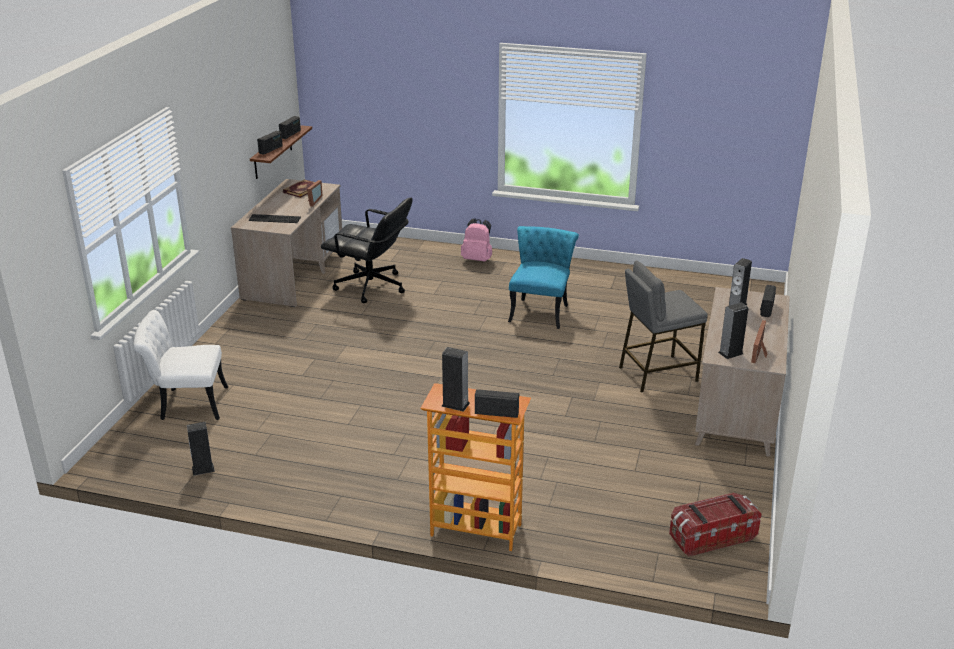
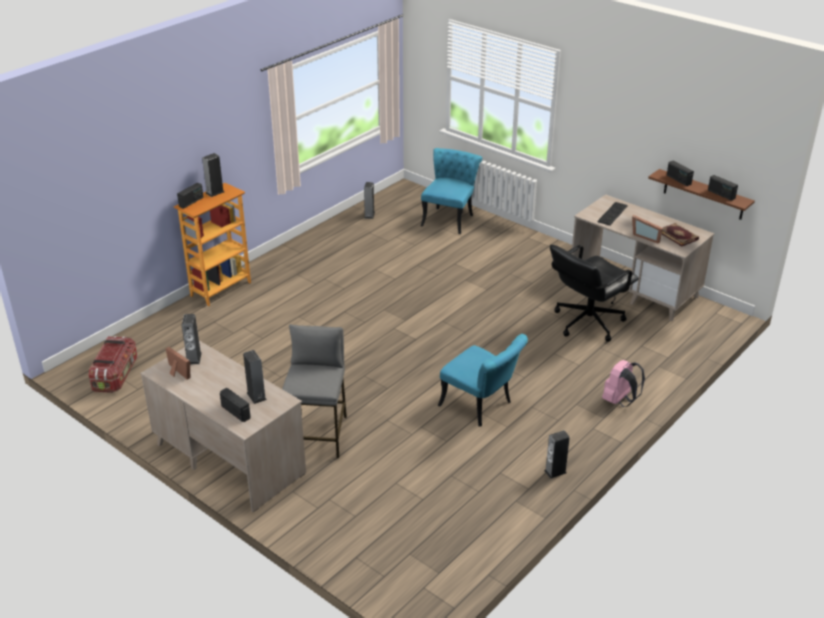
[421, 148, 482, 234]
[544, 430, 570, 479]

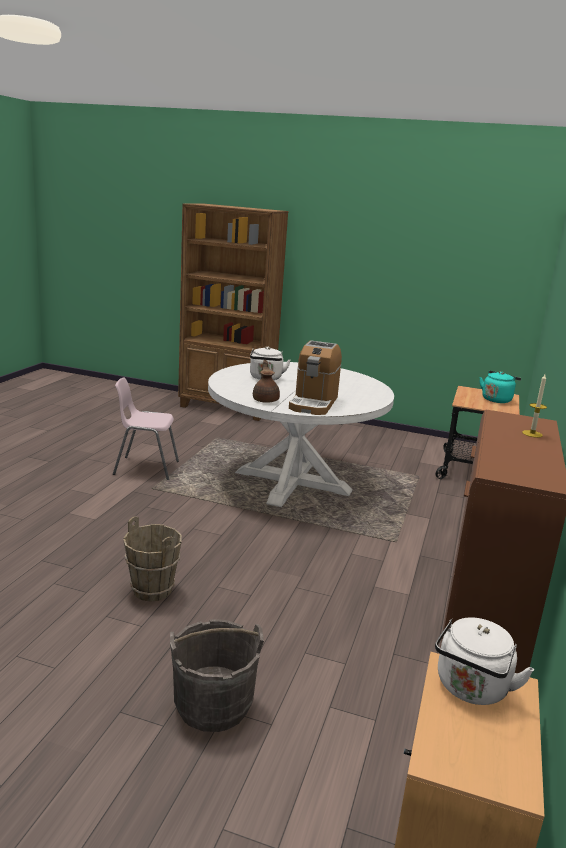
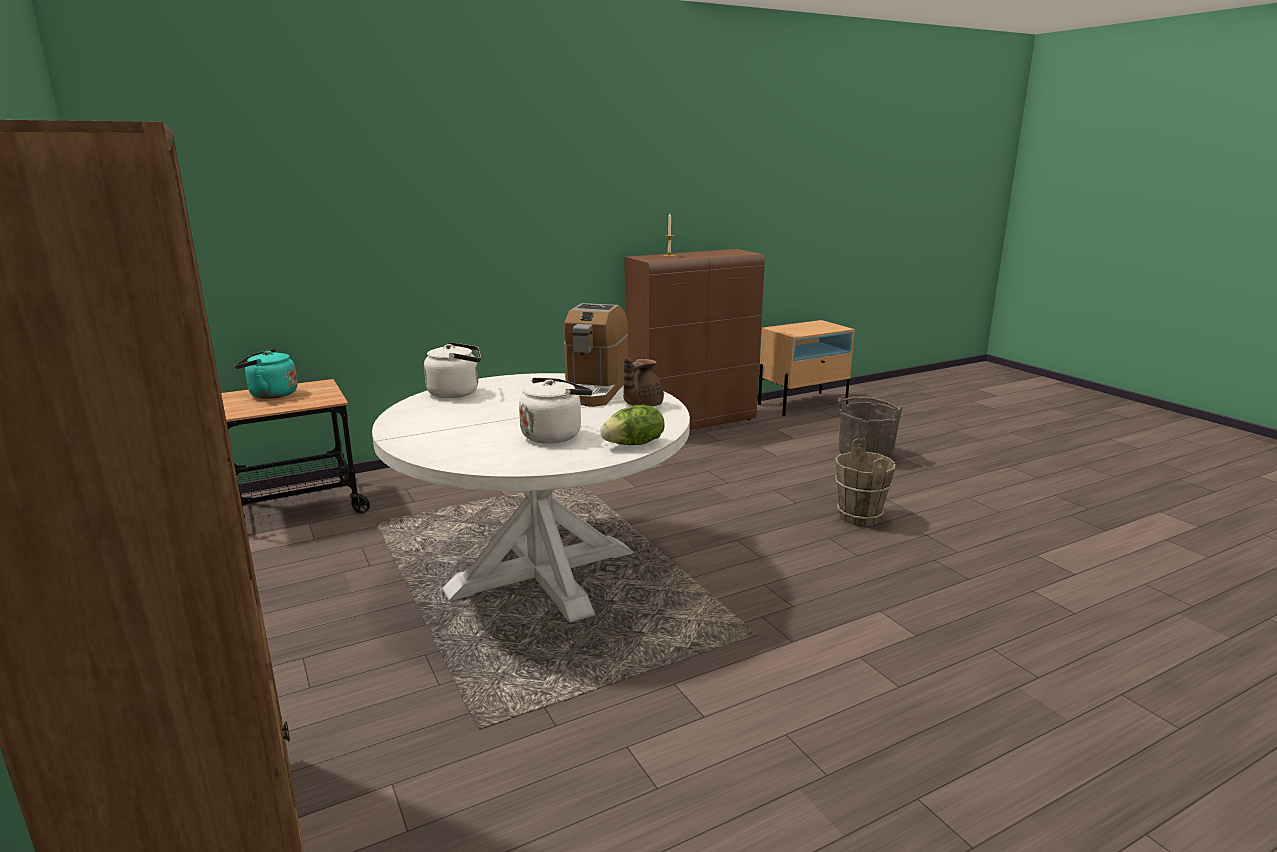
[424, 342, 481, 398]
[564, 303, 628, 407]
[600, 405, 665, 445]
[113, 377, 179, 480] (first image)

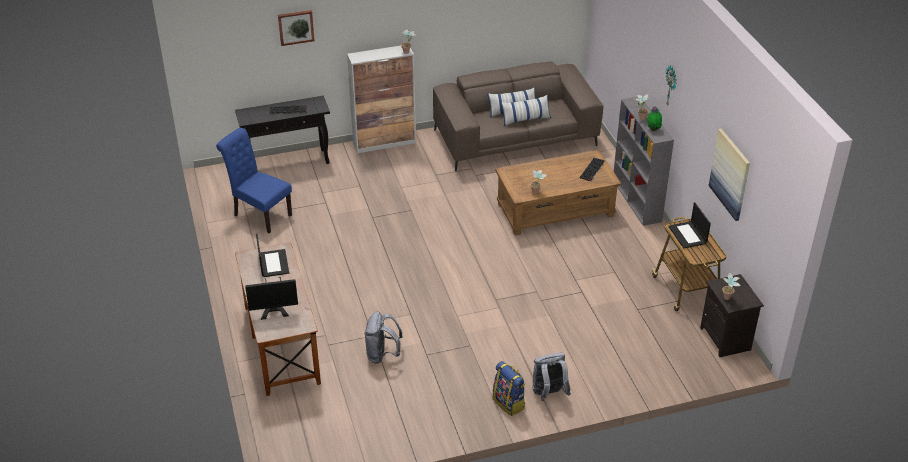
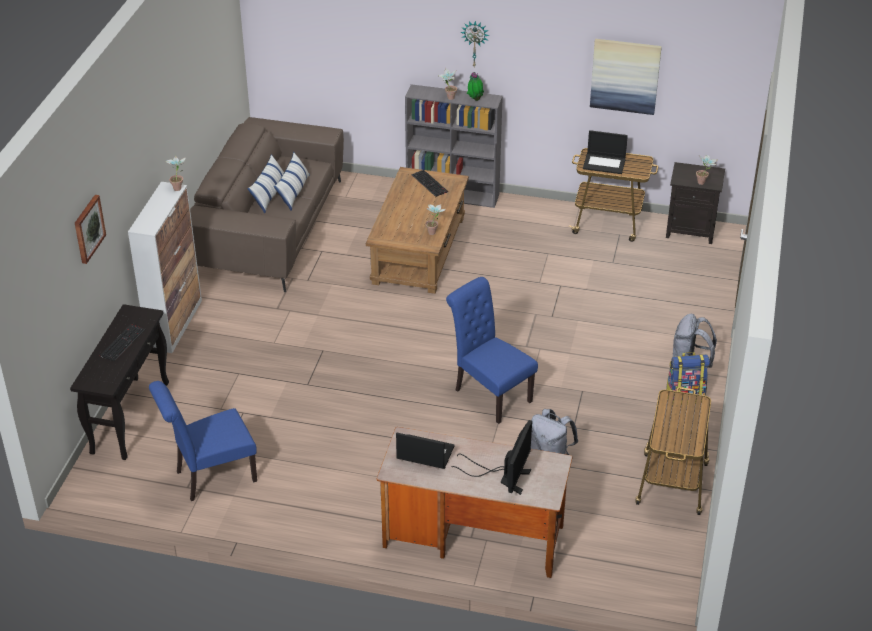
[446, 277, 538, 424]
[635, 387, 711, 515]

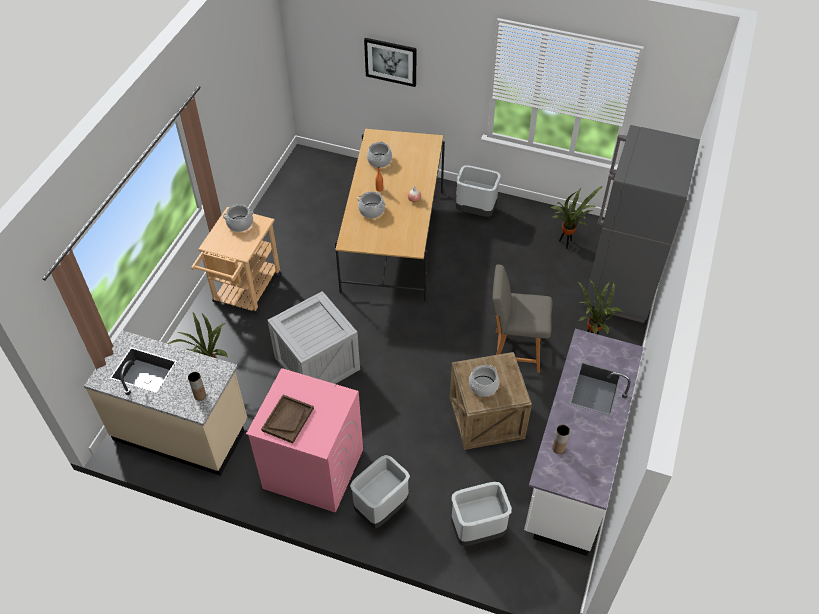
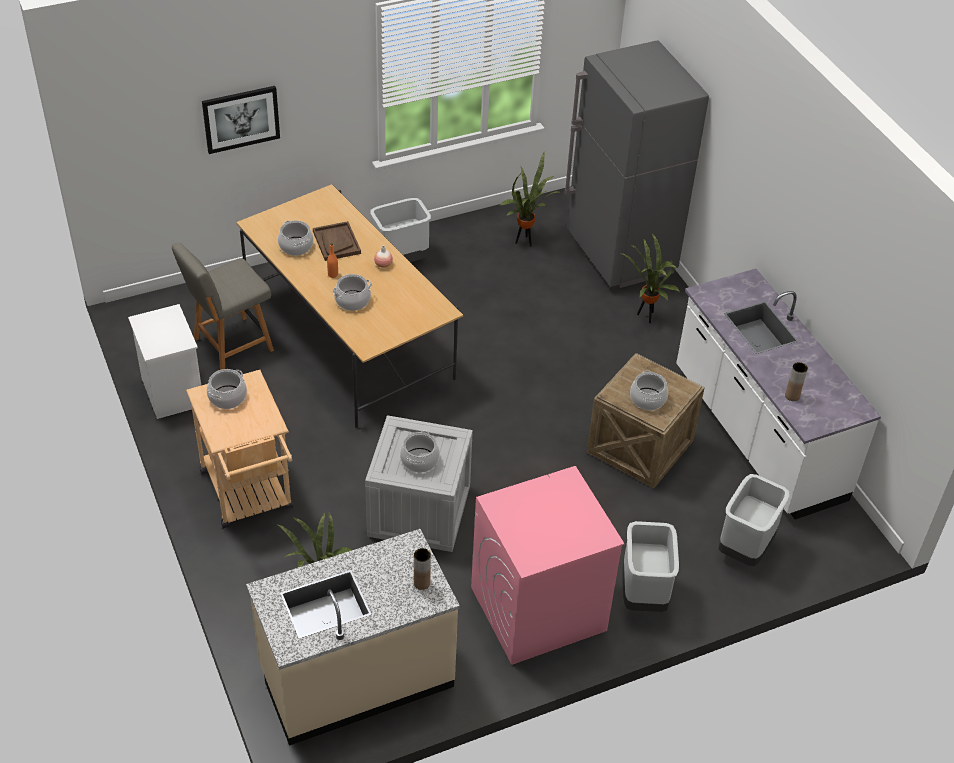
[128, 304, 201, 419]
[172, 243, 274, 370]
[313, 221, 361, 261]
[400, 431, 440, 473]

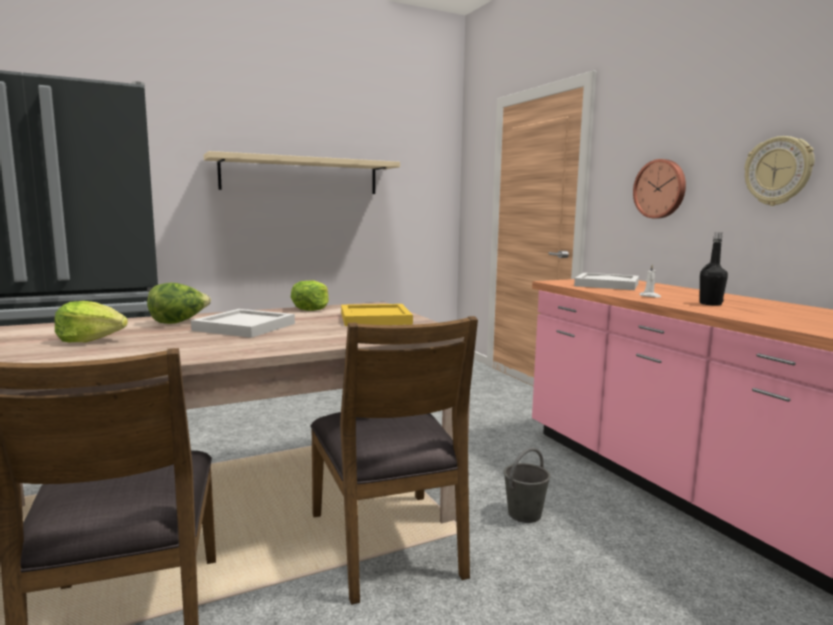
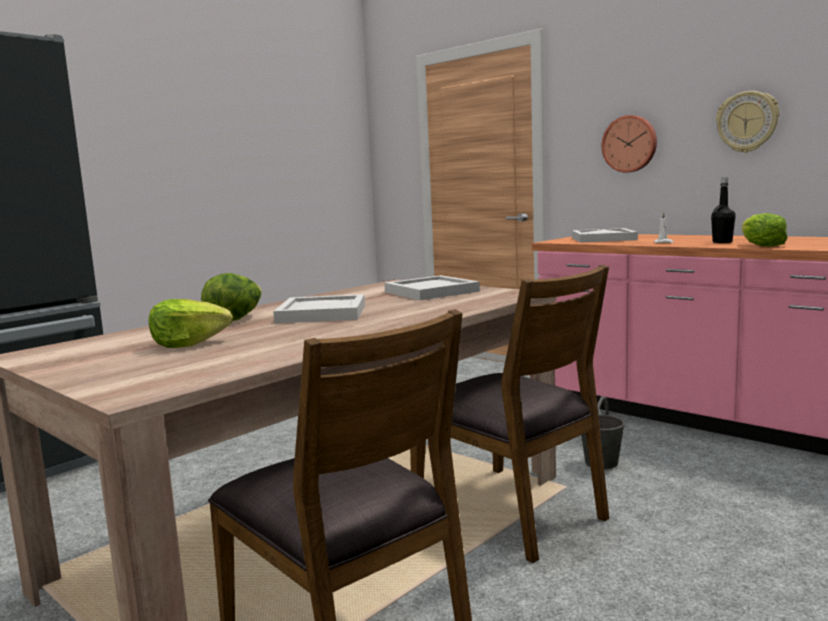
[384, 275, 480, 300]
[742, 213, 788, 247]
[204, 151, 400, 194] (first image)

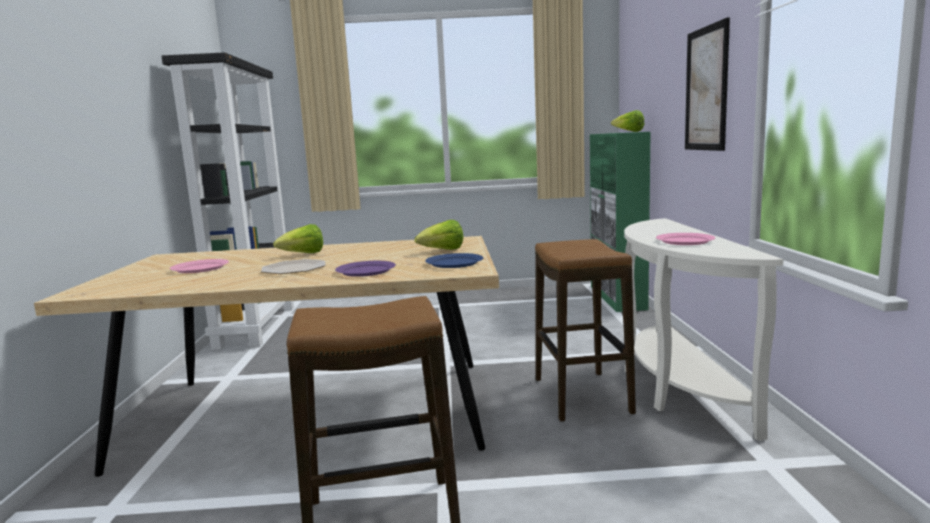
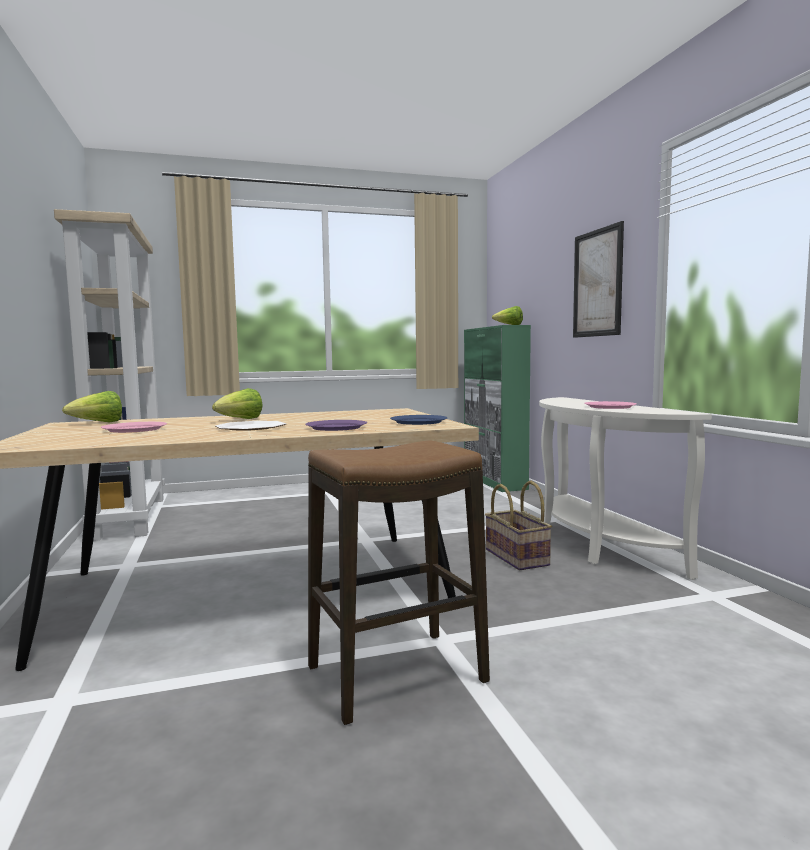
[54, 209, 165, 541]
[62, 391, 122, 422]
[485, 481, 552, 570]

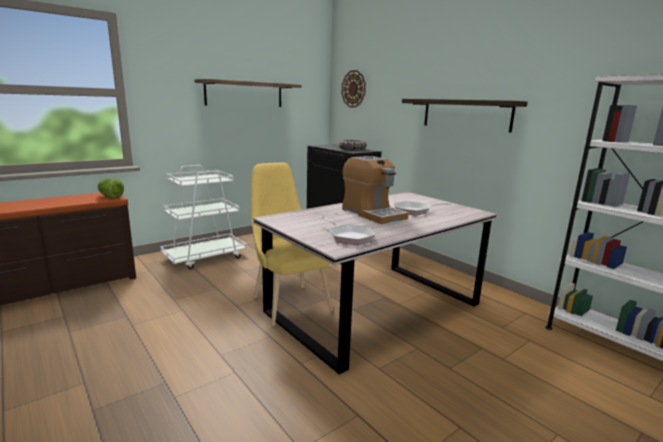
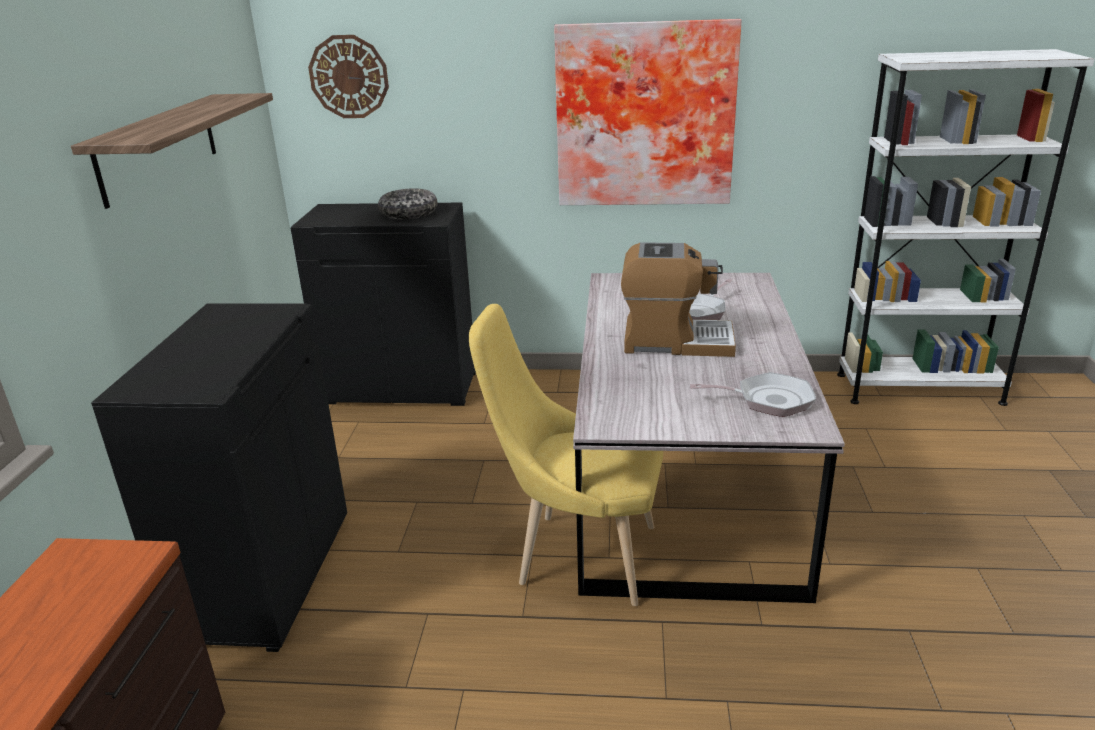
[91, 304, 347, 652]
[554, 19, 742, 205]
[97, 178, 124, 199] (first image)

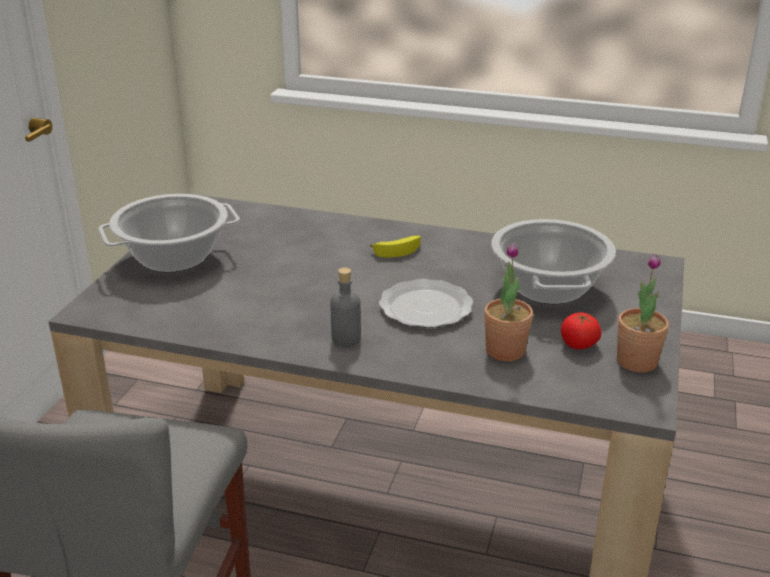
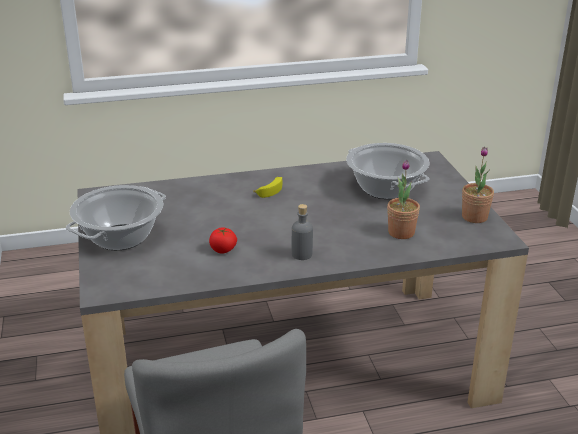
[209, 228, 237, 254]
[379, 279, 473, 328] (first image)

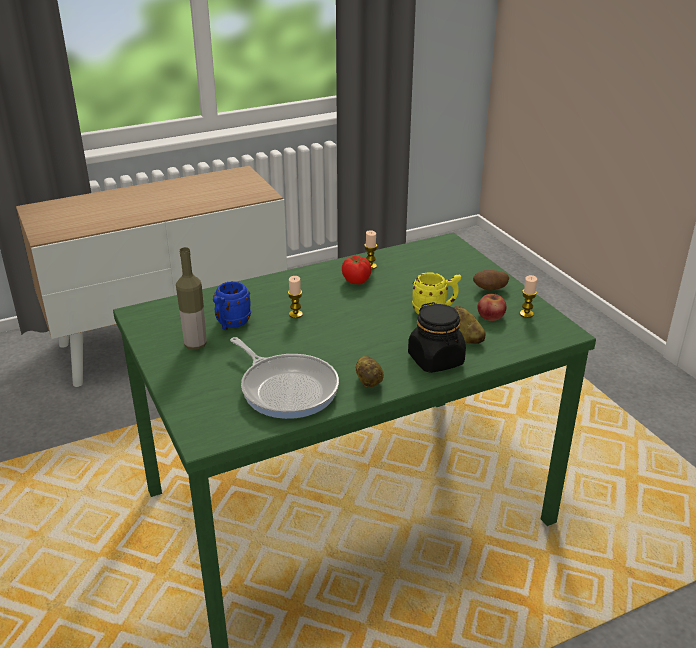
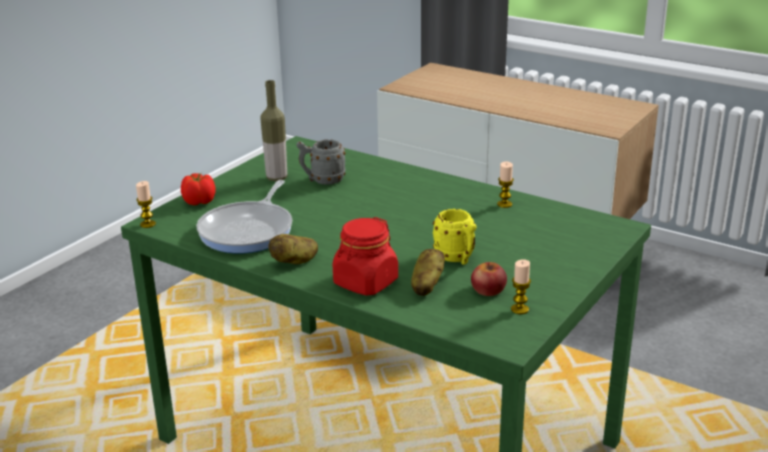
[136, 181, 156, 228]
[181, 173, 216, 206]
[296, 139, 346, 185]
[333, 217, 398, 296]
[473, 270, 509, 291] (first image)

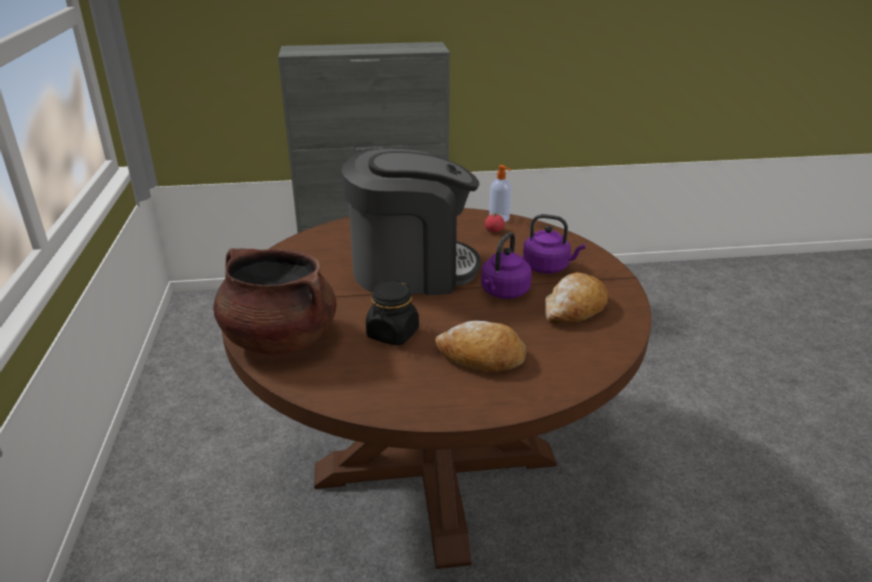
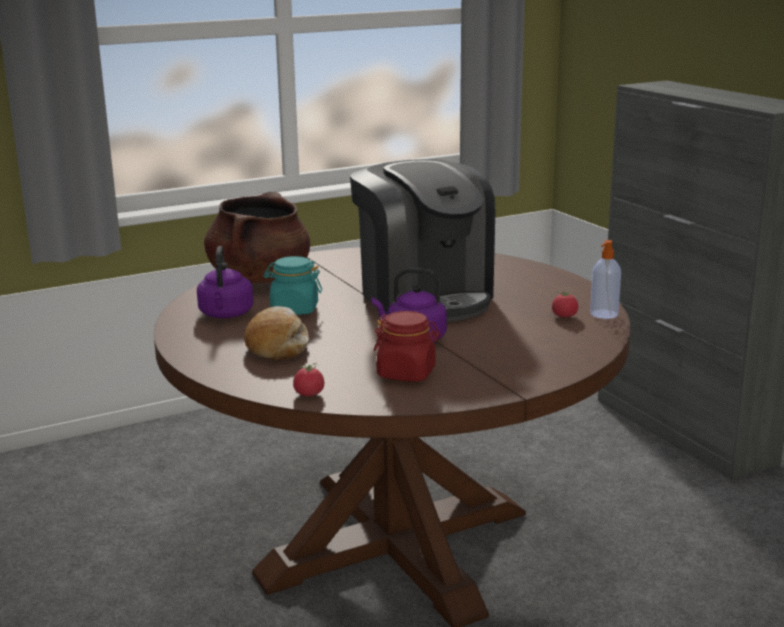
[197, 246, 254, 318]
[264, 256, 322, 315]
[293, 363, 324, 396]
[374, 311, 441, 382]

